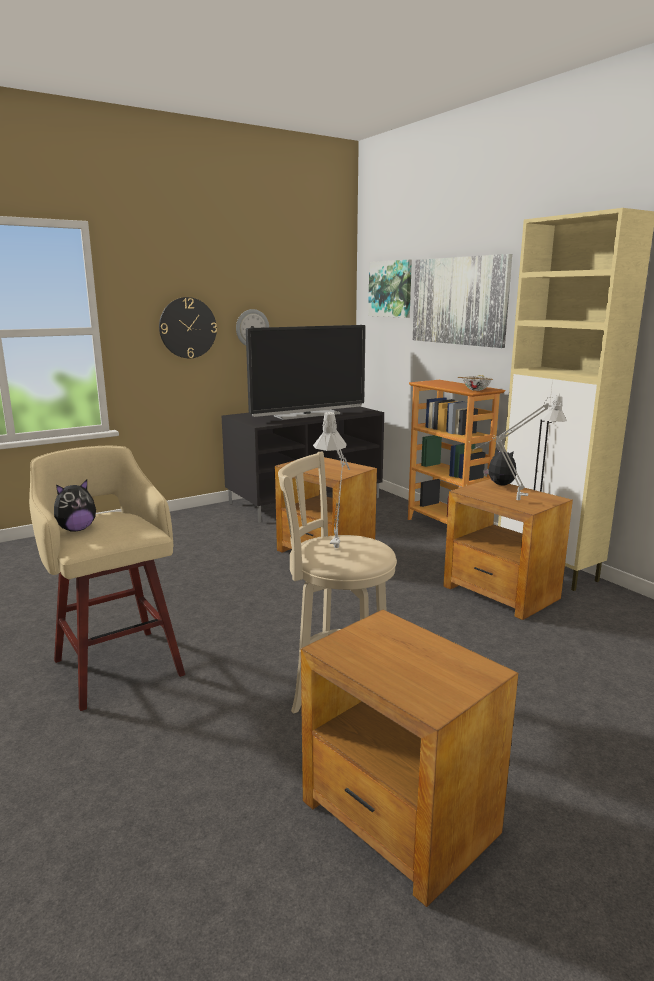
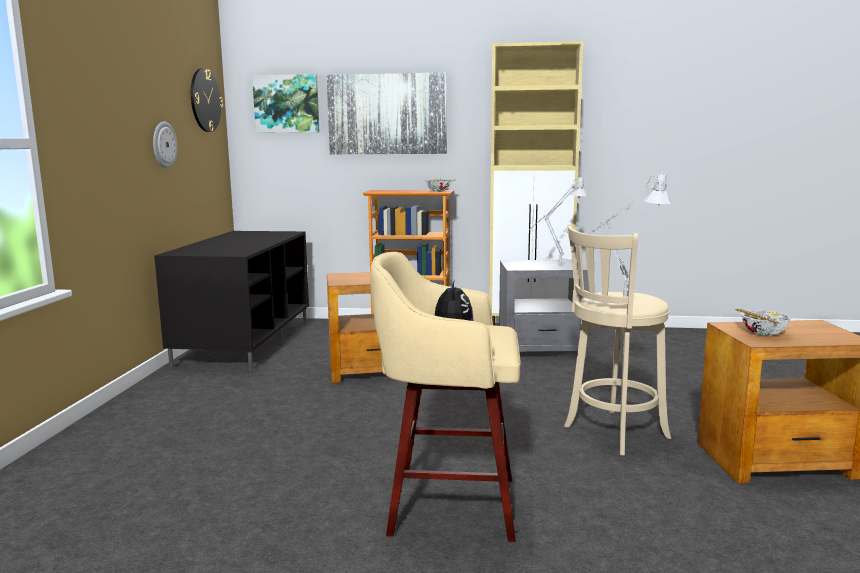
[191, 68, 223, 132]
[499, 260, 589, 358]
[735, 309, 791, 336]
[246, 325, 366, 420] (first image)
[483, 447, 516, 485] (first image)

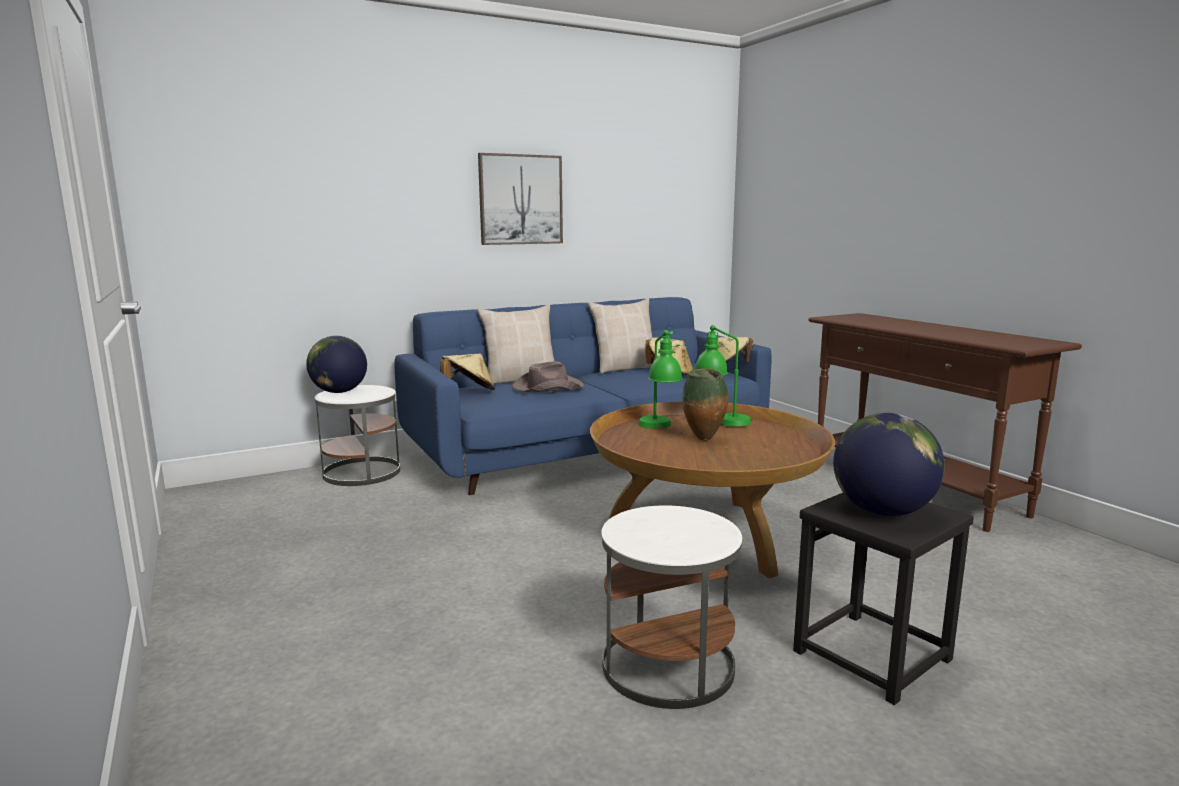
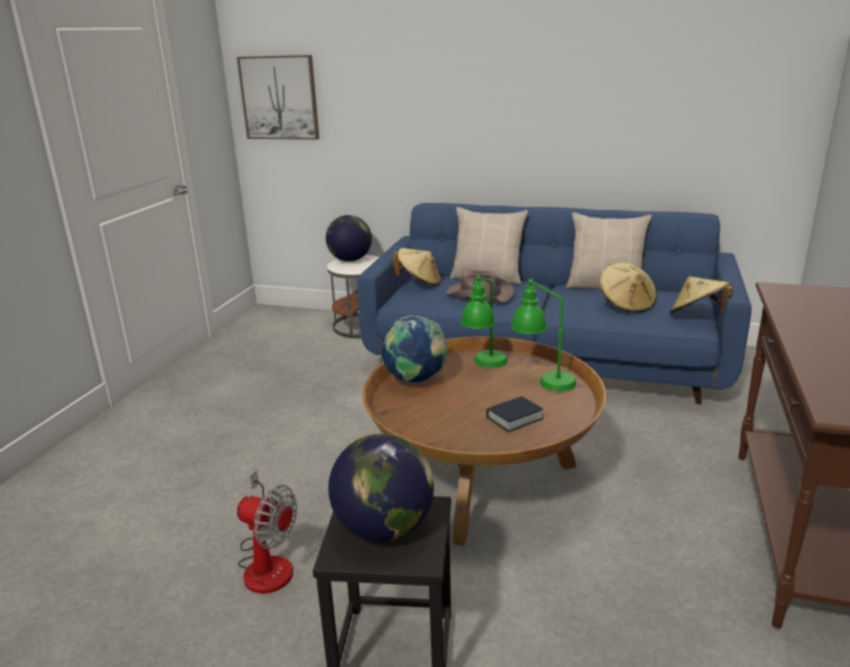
[237, 55, 319, 140]
[237, 470, 297, 594]
[381, 315, 448, 384]
[486, 396, 544, 432]
[682, 369, 729, 441] (first image)

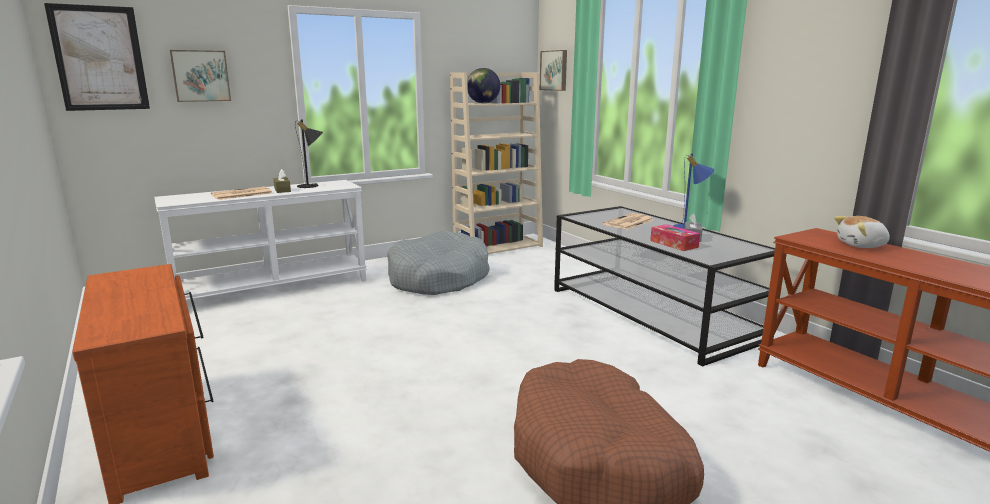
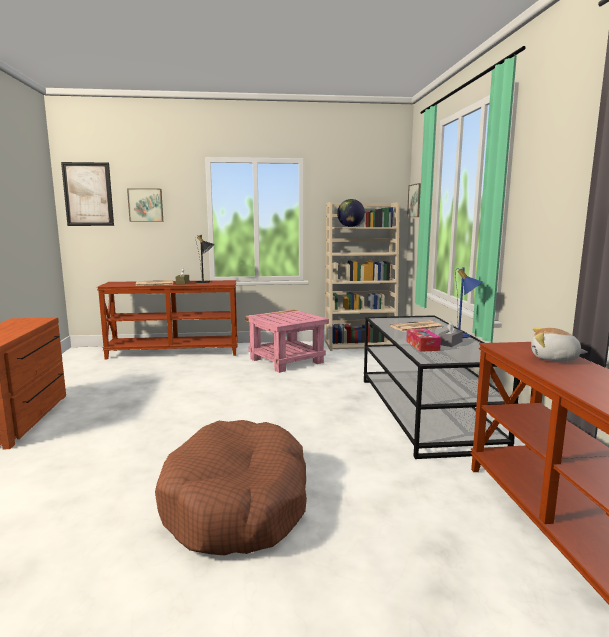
[97, 280, 238, 359]
[245, 310, 329, 373]

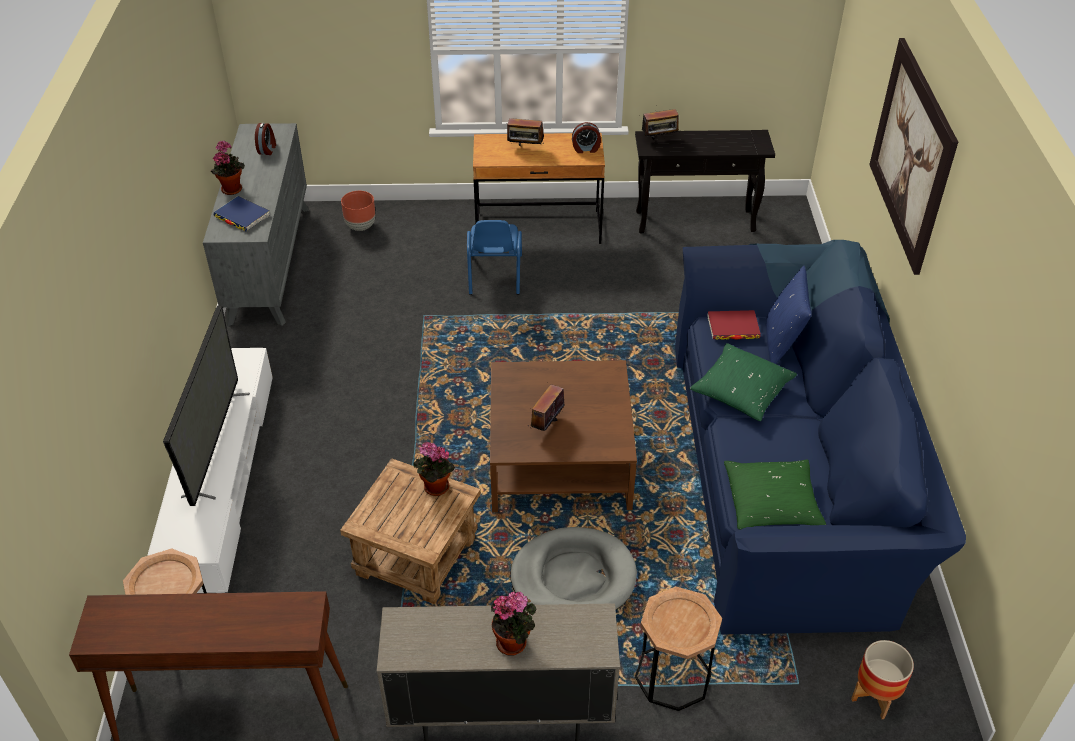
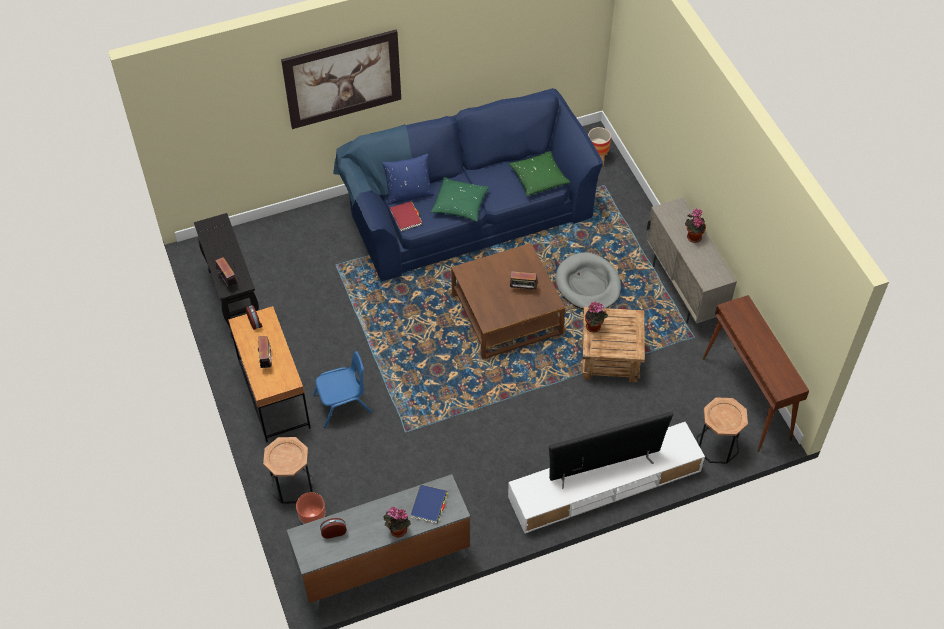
[263, 437, 313, 503]

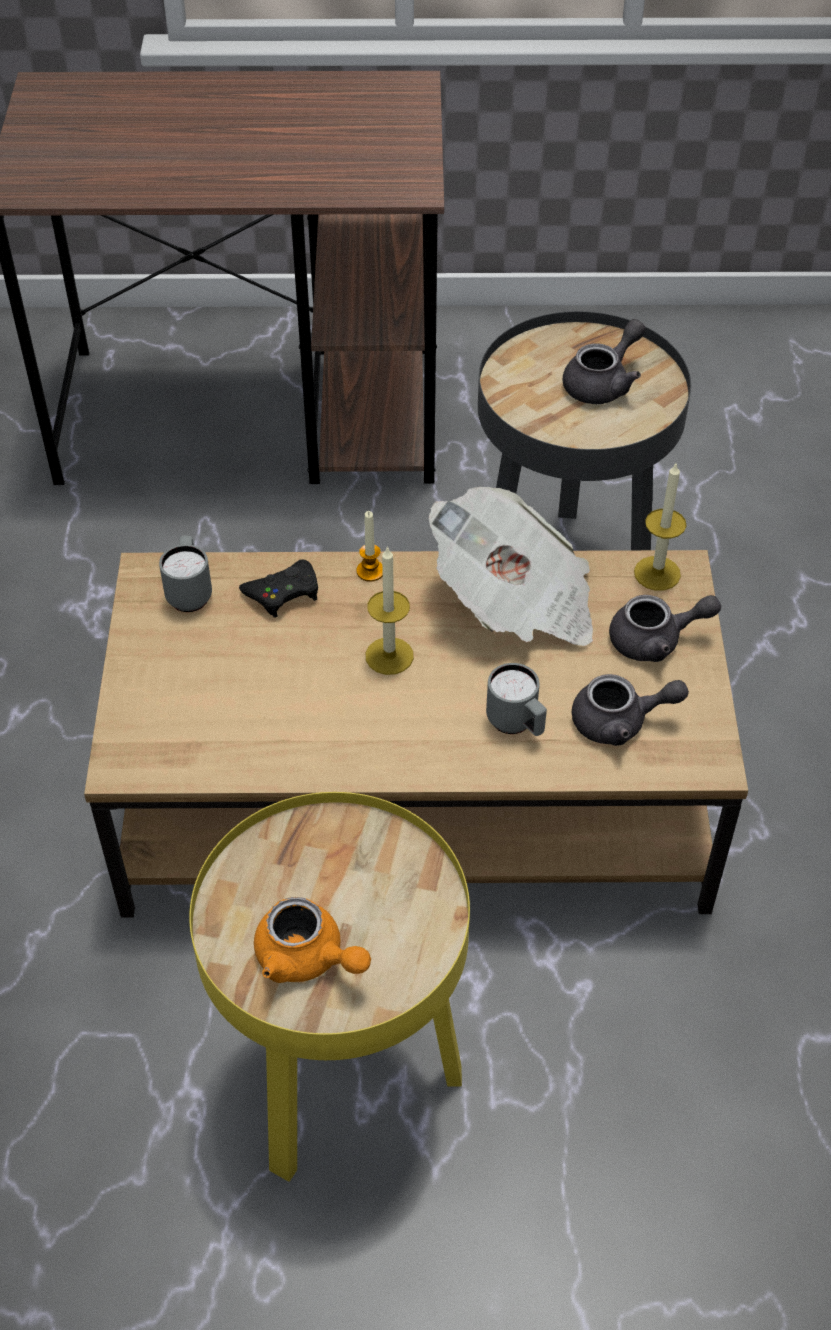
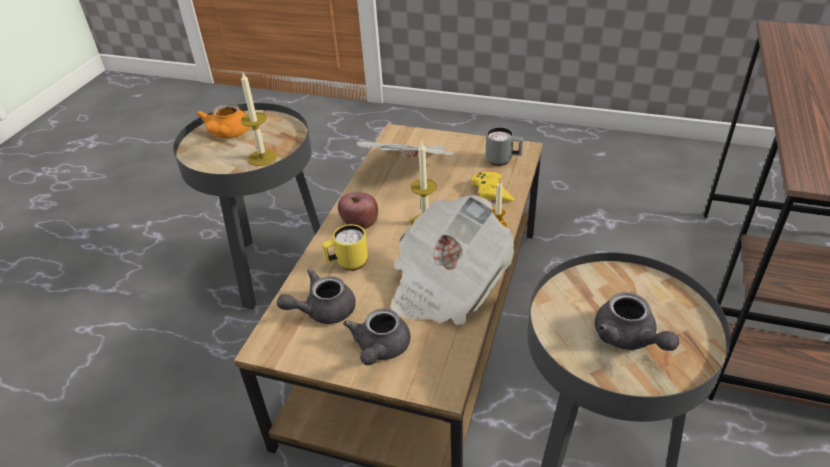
[173, 103, 321, 310]
[196, 103, 249, 138]
[241, 73, 277, 166]
[277, 269, 356, 324]
[322, 224, 368, 270]
[338, 192, 378, 229]
[356, 141, 456, 158]
[472, 172, 515, 202]

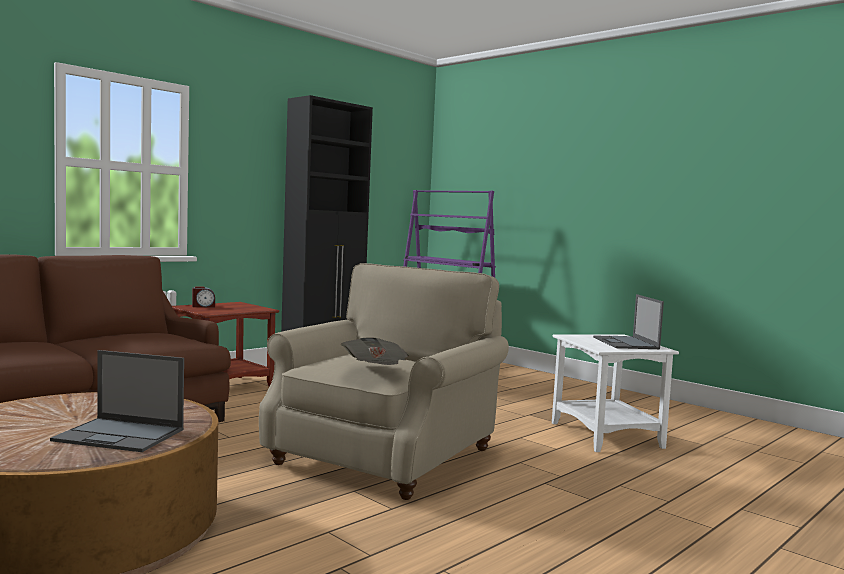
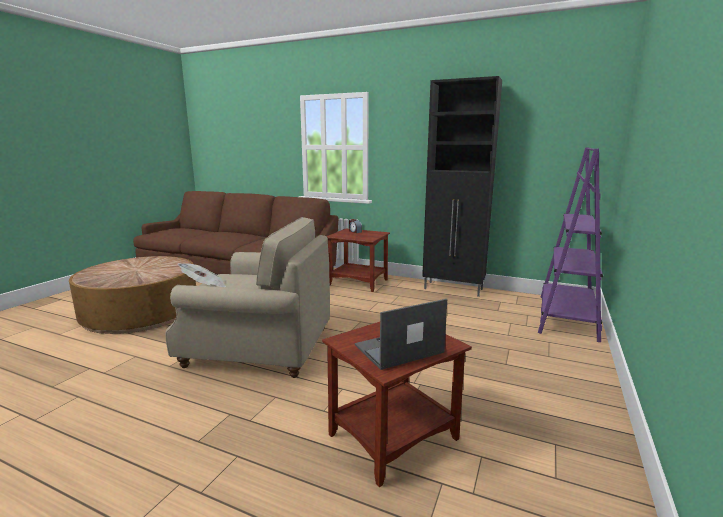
[322, 322, 472, 487]
[50, 350, 184, 452] (first image)

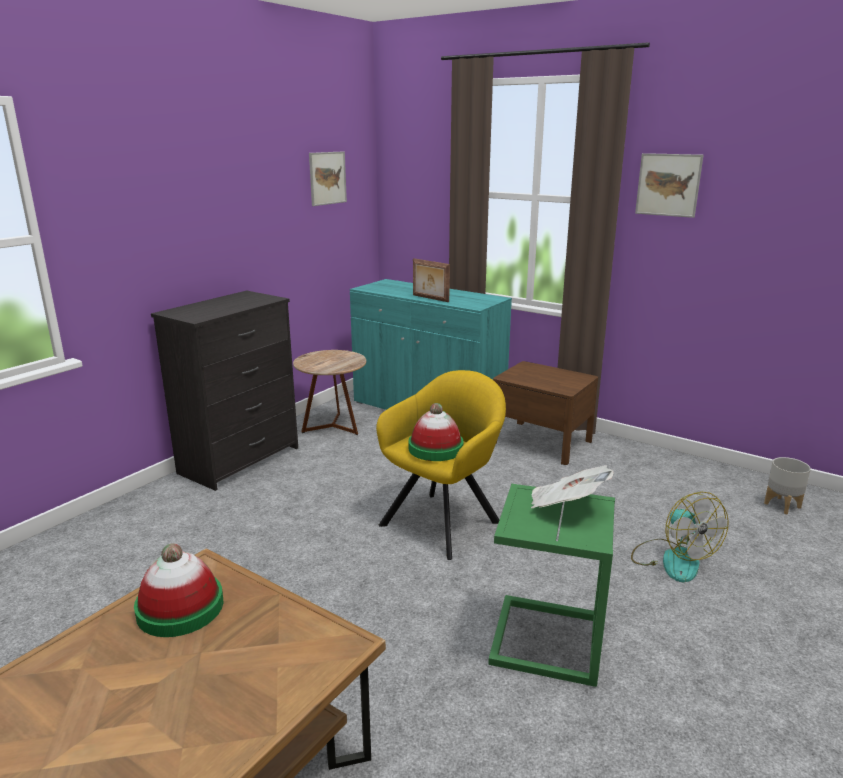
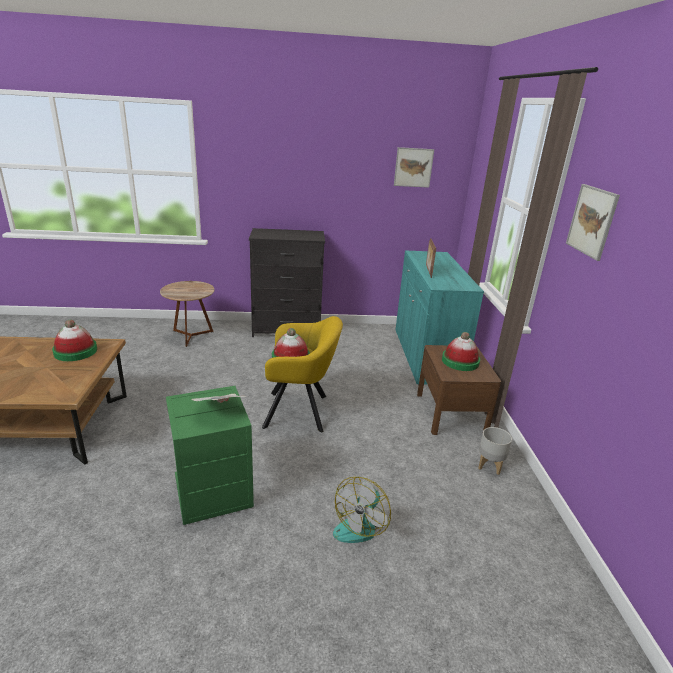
[160, 281, 215, 347]
[442, 332, 480, 371]
[478, 427, 512, 475]

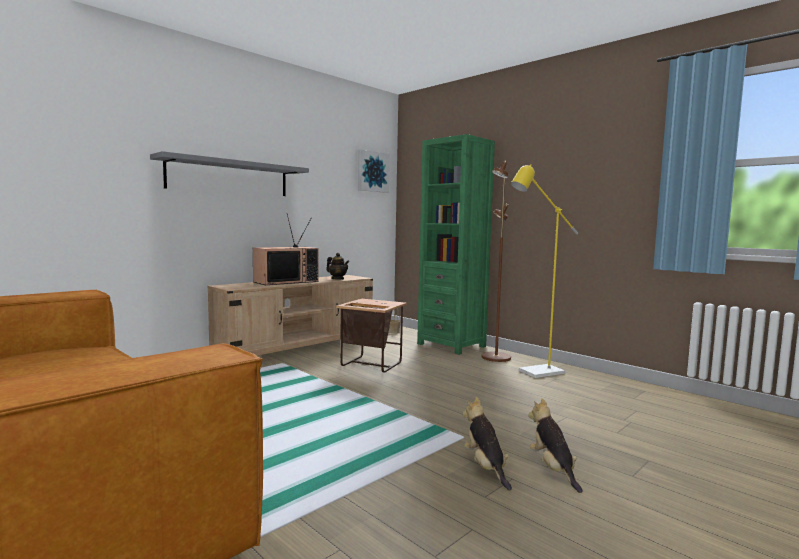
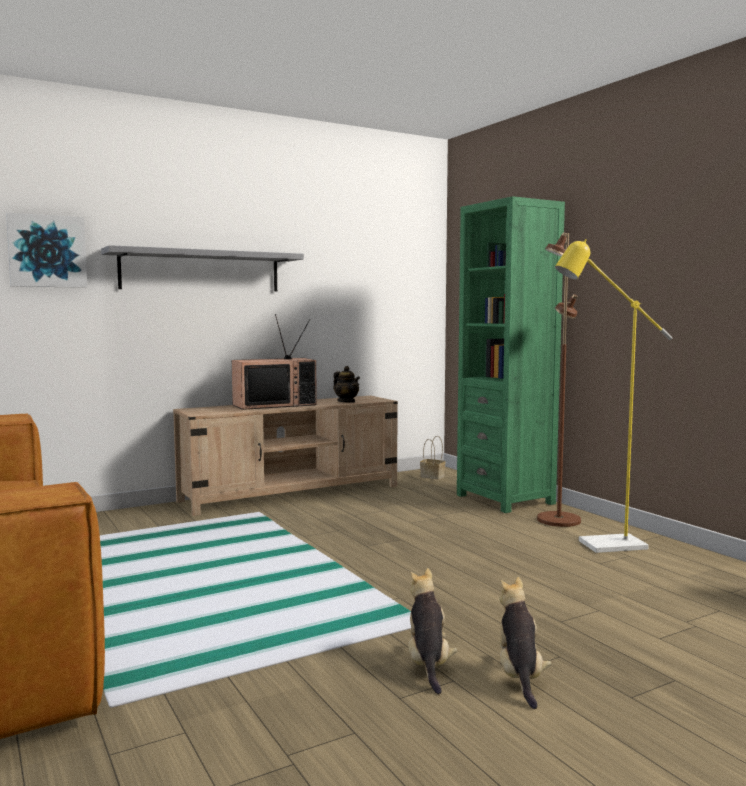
[6, 213, 87, 288]
[336, 299, 407, 373] (first image)

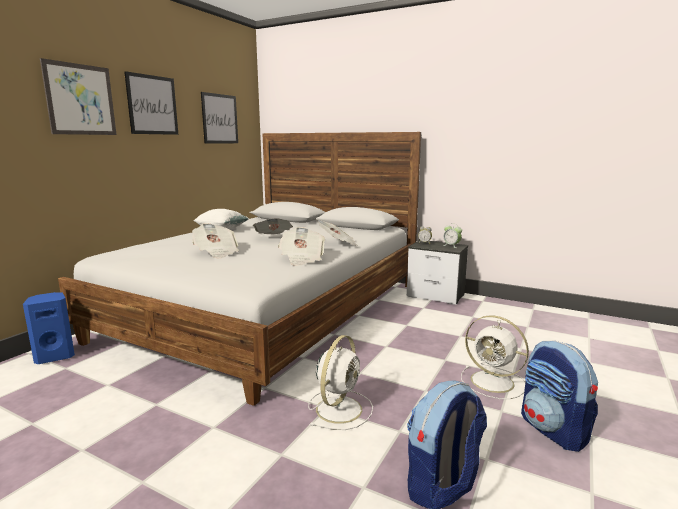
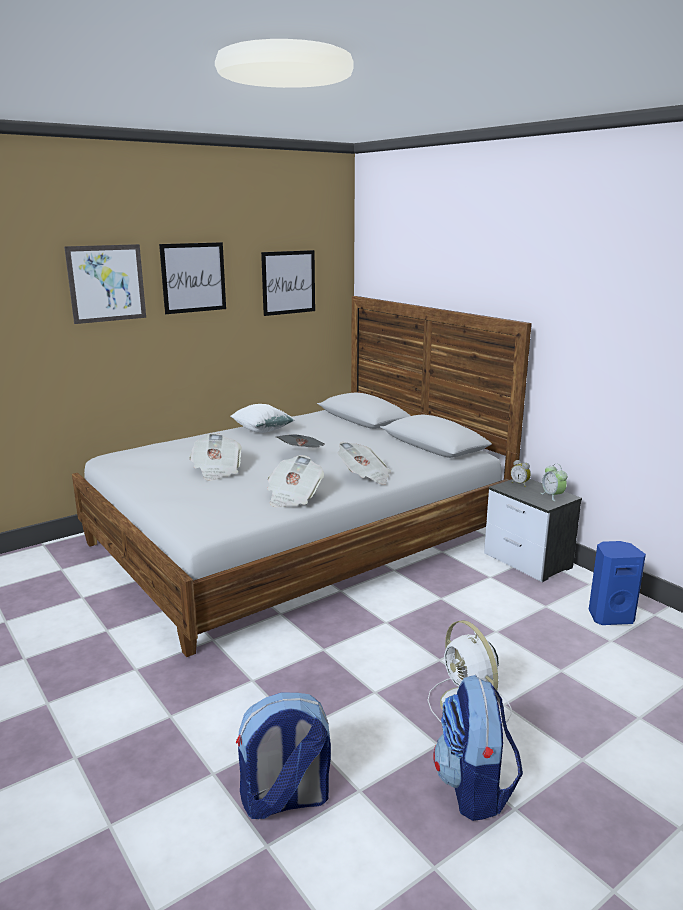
[589, 541, 646, 625]
[308, 335, 373, 430] (first image)

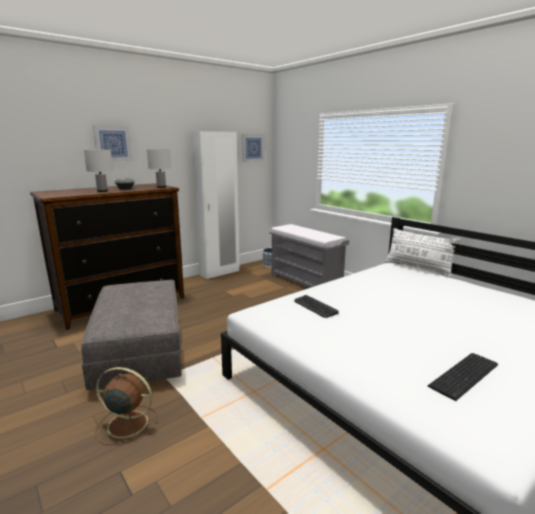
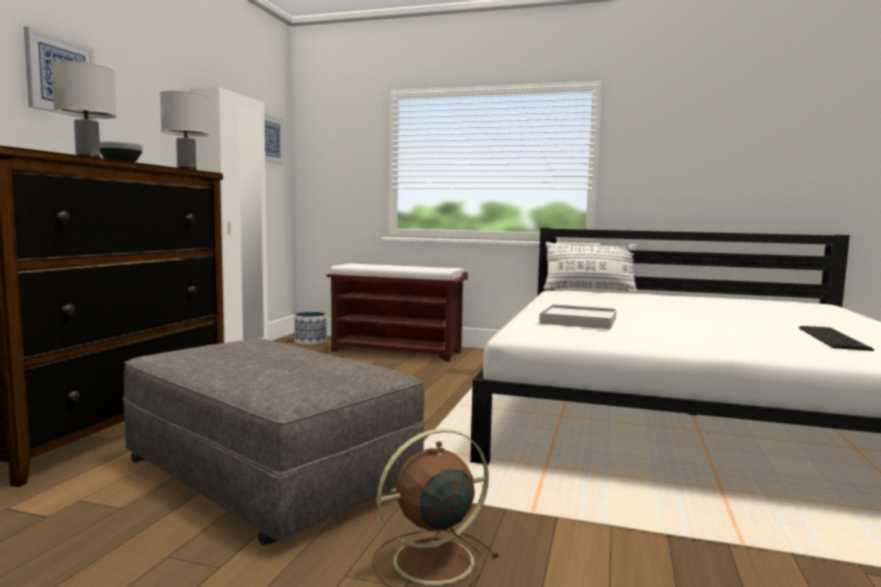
[327, 264, 468, 362]
[539, 304, 617, 329]

